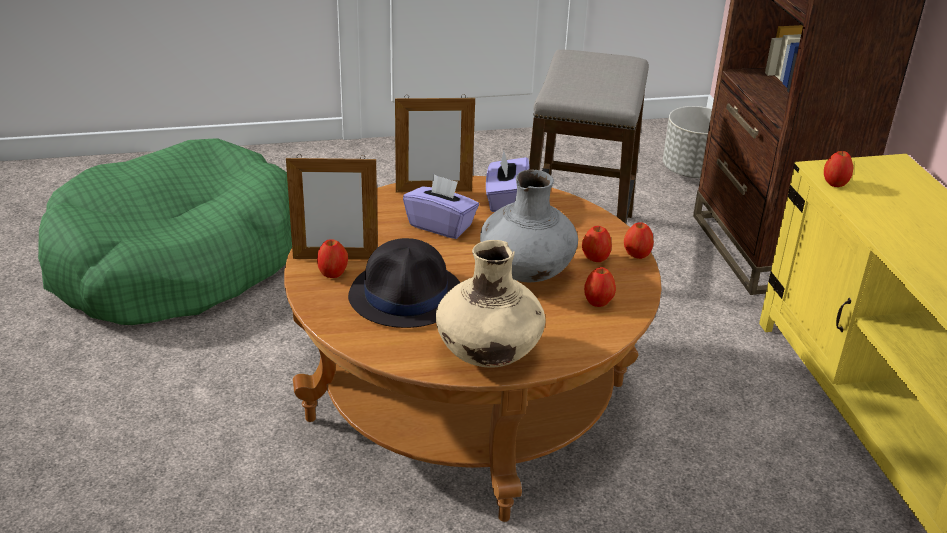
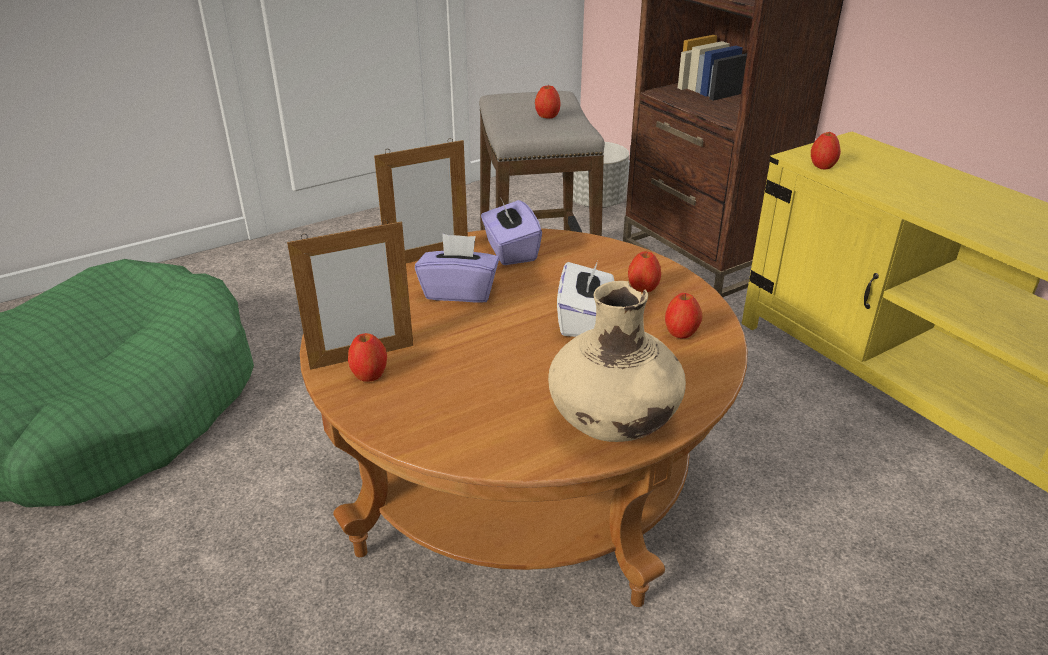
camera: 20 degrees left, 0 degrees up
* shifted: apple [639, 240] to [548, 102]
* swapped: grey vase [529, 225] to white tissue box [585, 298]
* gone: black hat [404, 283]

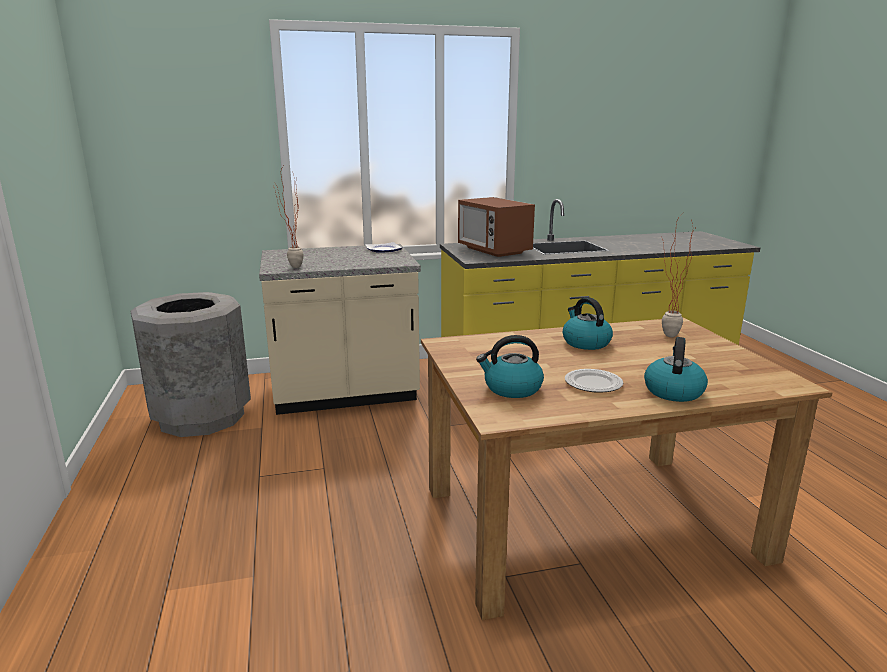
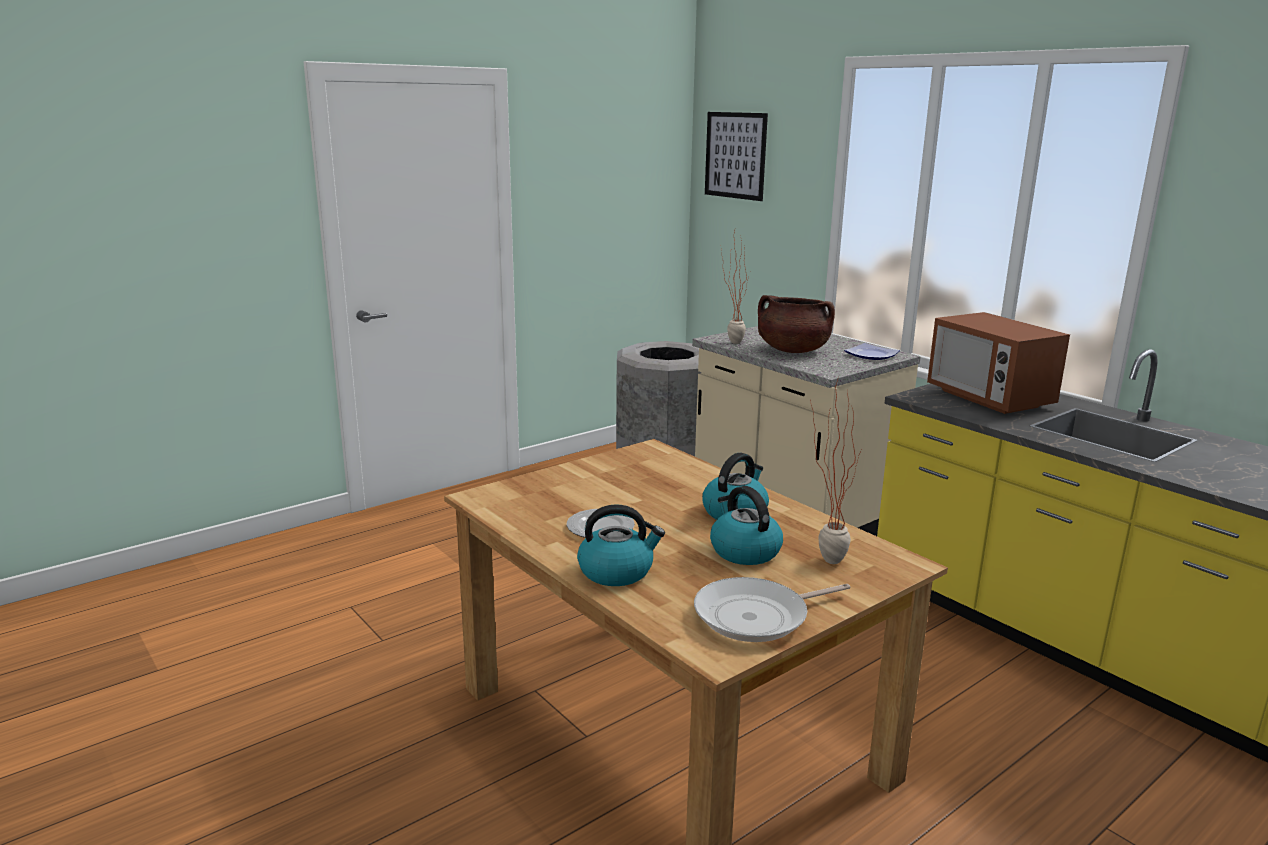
camera: 65 degrees right, 0 degrees up
* new: frying pan [772, 609]
* new: picture [736, 156]
* shifted: kettle [510, 366] to [746, 525]
* new: brown cooking pot [796, 324]
* rotated: microwave [496, 227] = [998, 363] 60 degrees counterclockwise

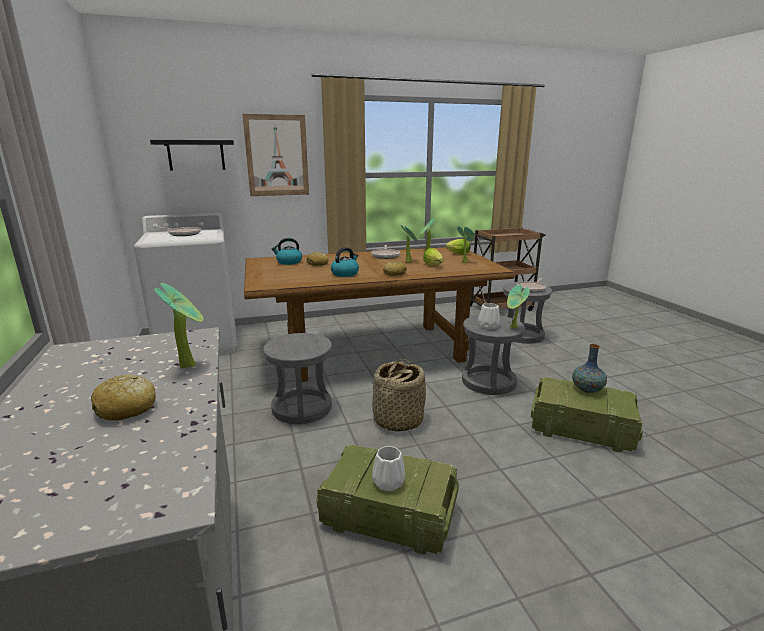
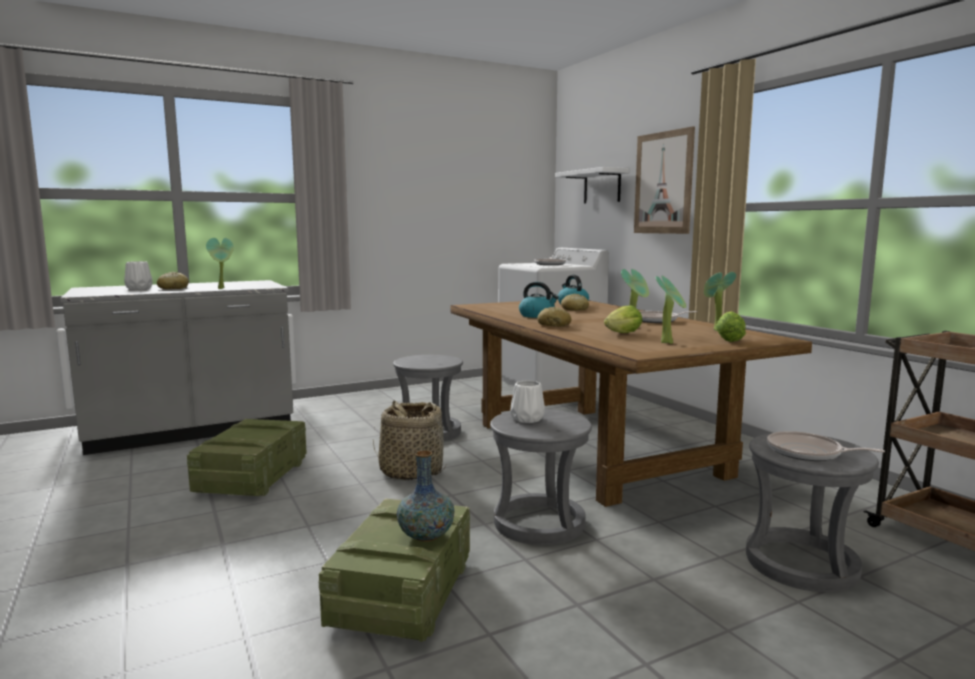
camera: 80 degrees right, 10 degrees down
* shifted: white vase [388, 468] to [138, 275]
* repainted: black shelf [192, 155] to white shelf [592, 185]
* gone: potted plant [518, 307]

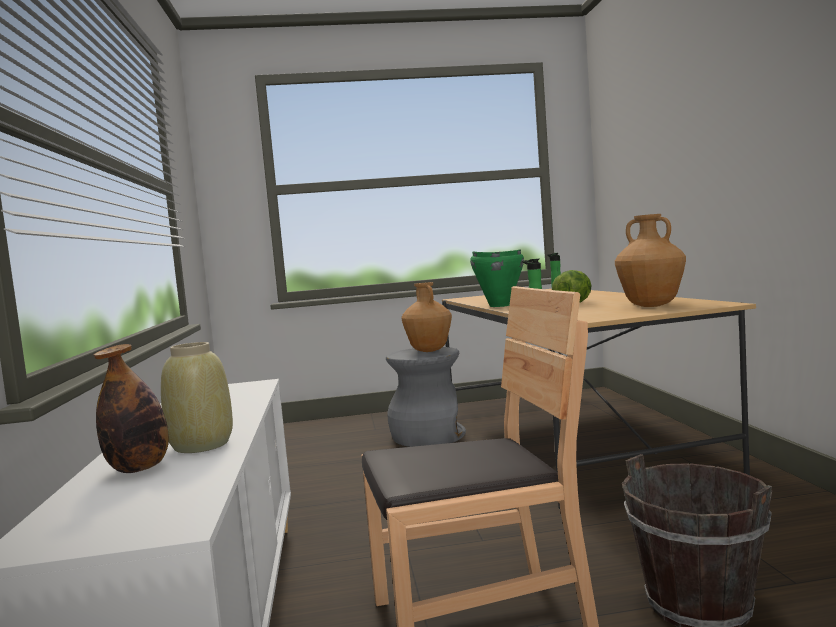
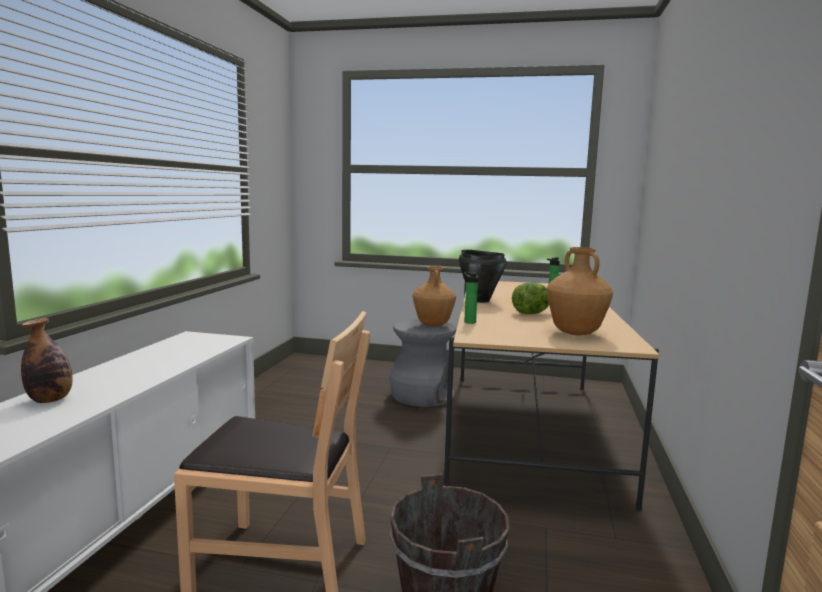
camera: 20 degrees right, 5 degrees up
* repainted: green cooking pot [497, 278] to black cooking pot [482, 276]
* gone: beige vase [197, 397]

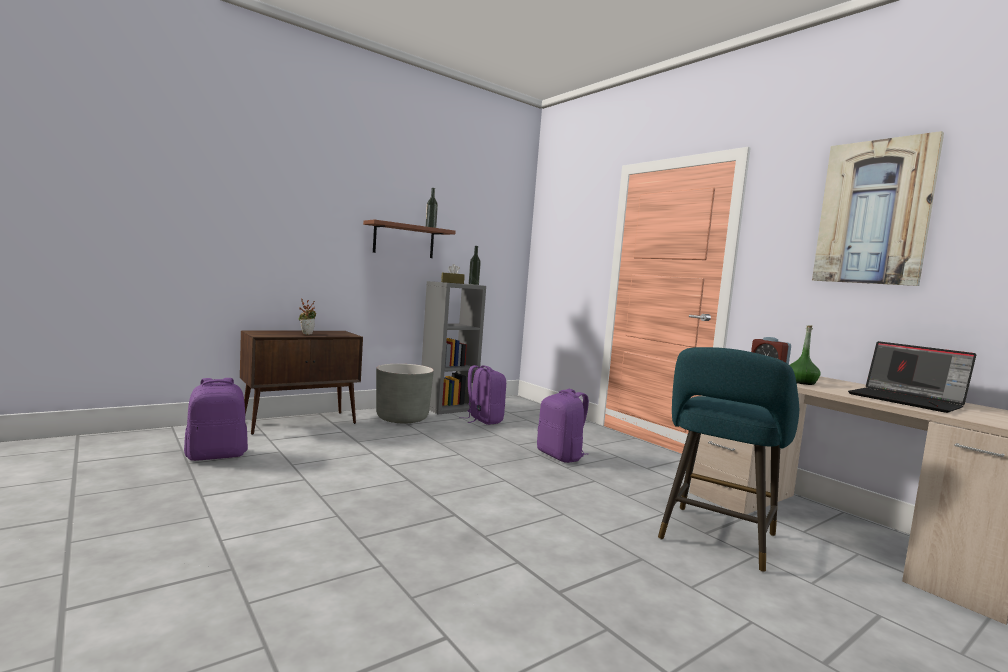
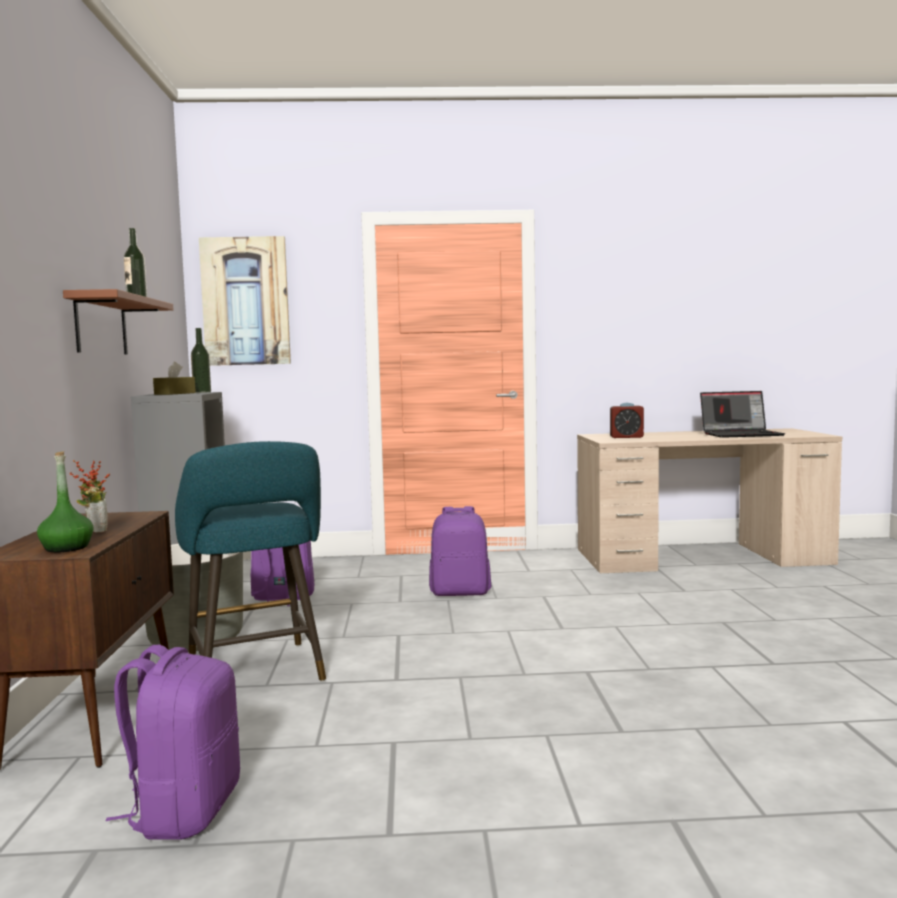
camera: 55 degrees left, 0 degrees up
* shifted: green bottle [805, 355] to [65, 502]
* shifted: turquoise stool [728, 459] to [250, 561]
* shifted: picture [878, 208] to [245, 301]

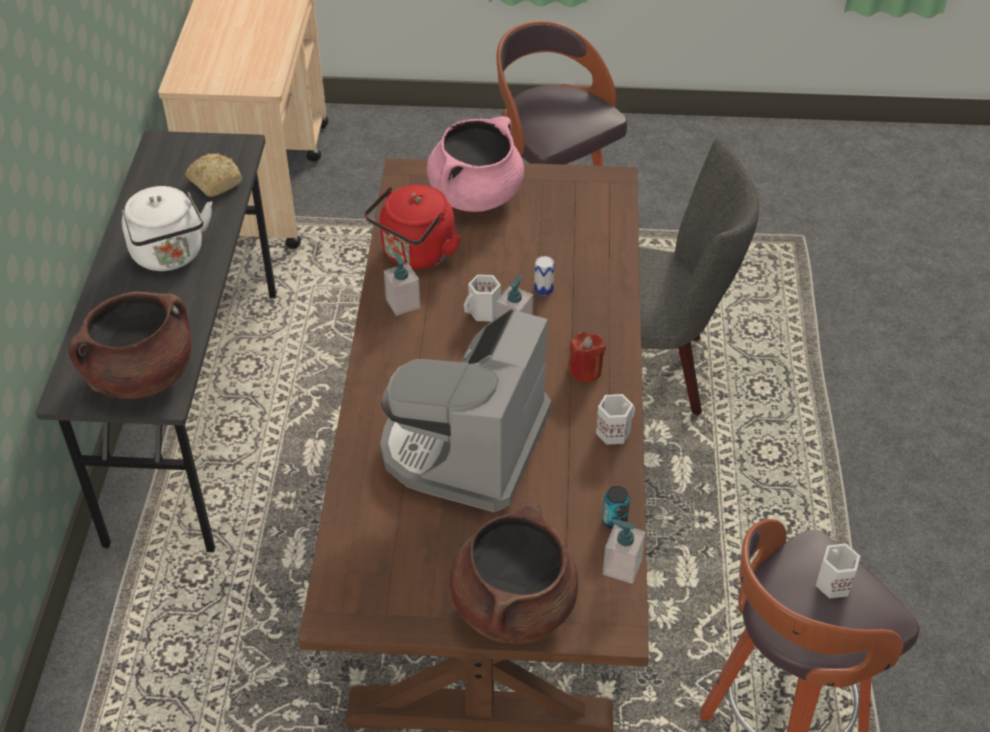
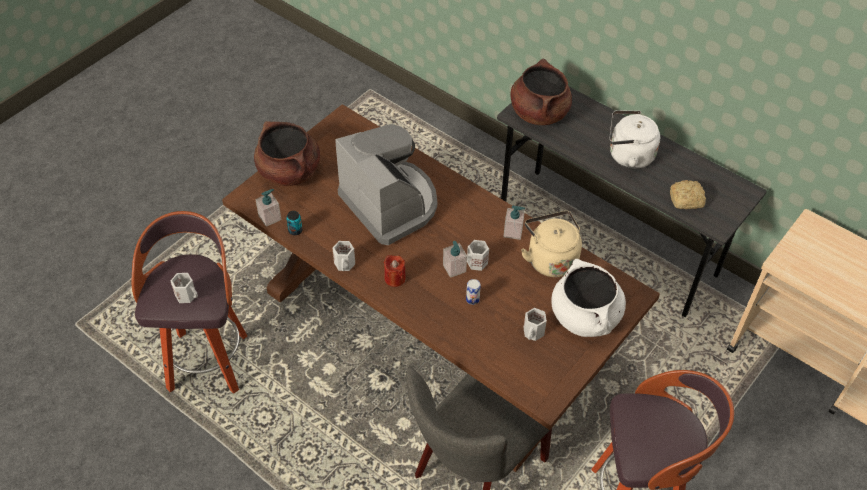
camera: 125 degrees right, 5 degrees up
* repainted: red kettle [413, 227] to beige kettle [551, 244]
* new: white mug [535, 324]
* repainted: pink cooking pot [475, 164] to white cooking pot [588, 298]

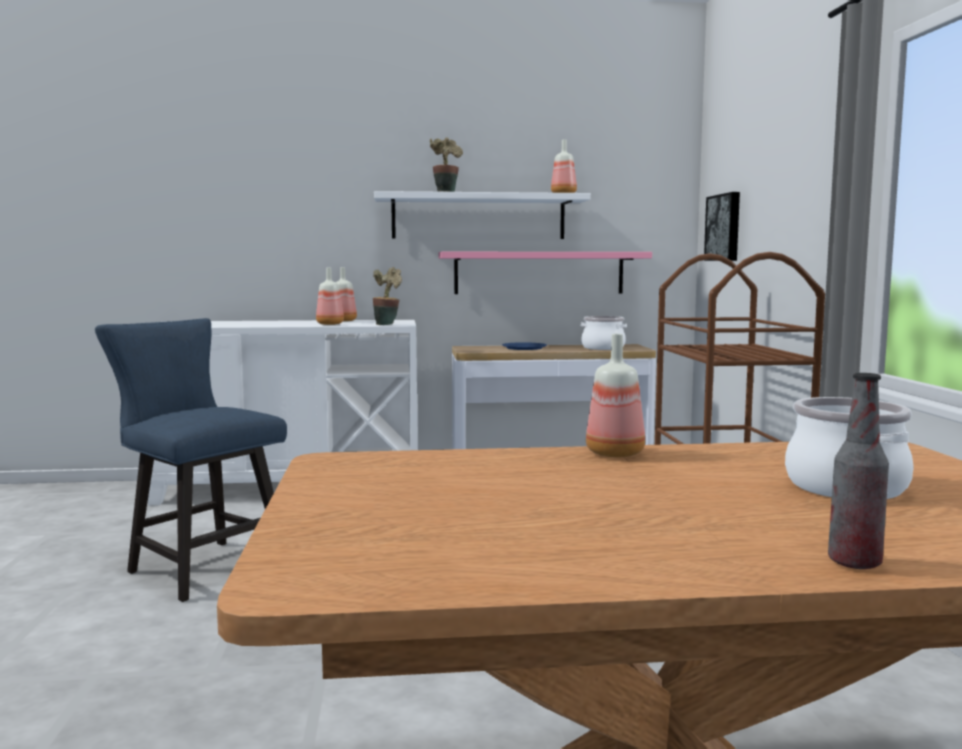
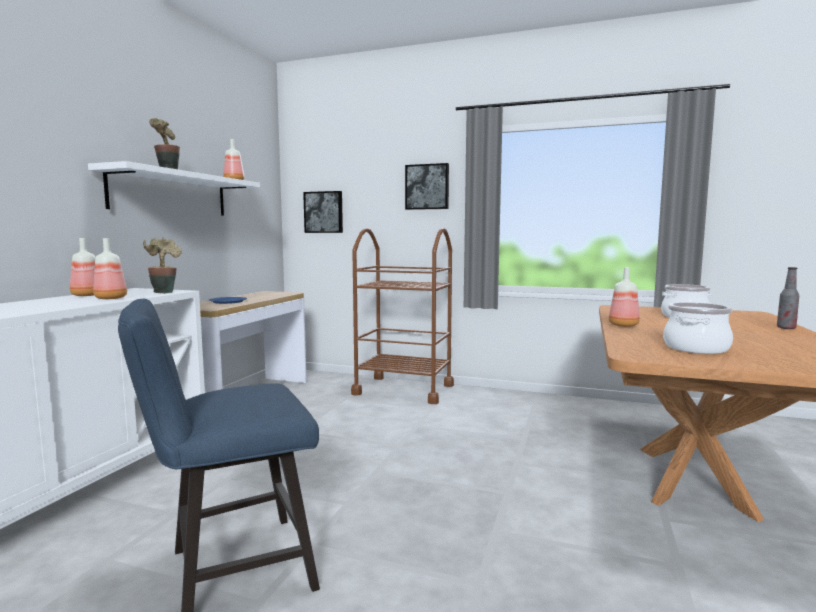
camera: 65 degrees left, 0 degrees up
* new: picture [427, 186]
* shifted: cooking pot [604, 333] to [698, 328]
* gone: pink shelf [545, 273]

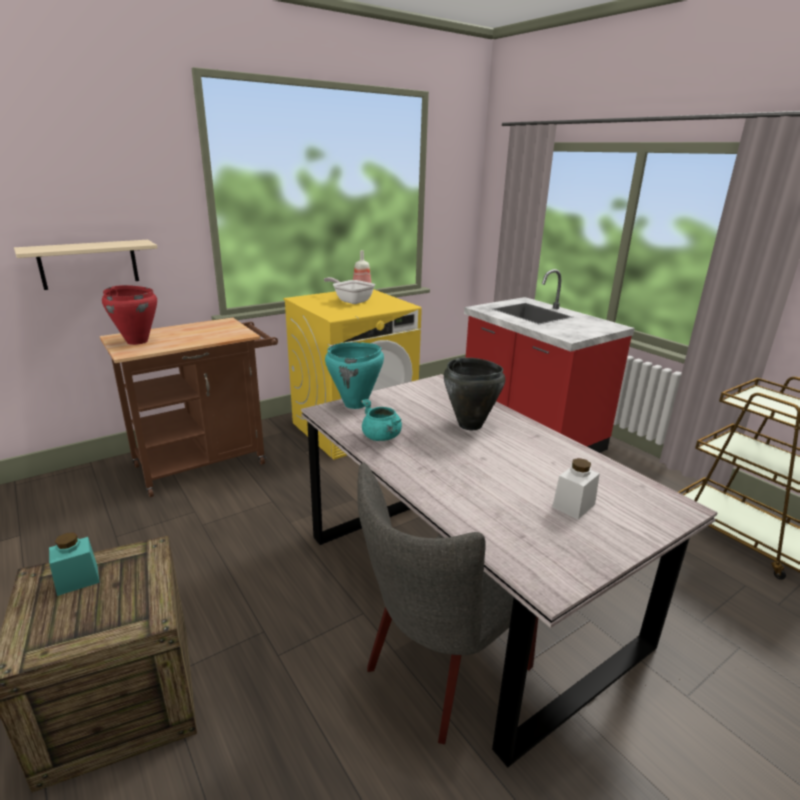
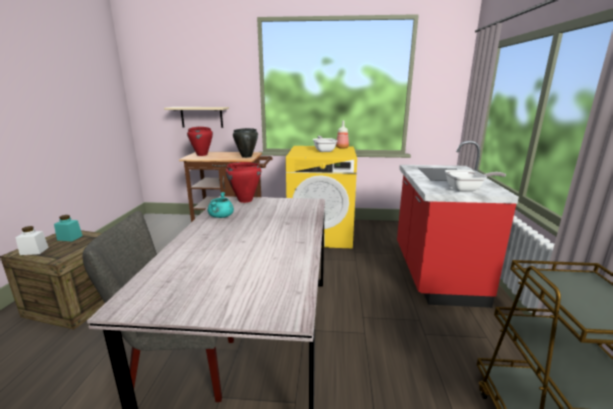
camera: 40 degrees right, 5 degrees down
* shifted: white jar [576, 488] to [32, 240]
* repainted: turquoise cooking pot [354, 375] to red cooking pot [243, 182]
* shifted: black cooking pot [474, 394] to [245, 143]
* new: frying pan [475, 181]

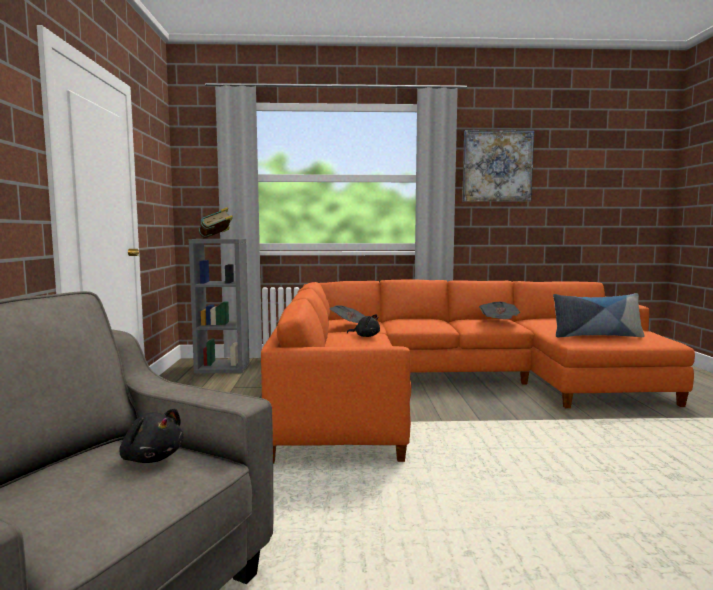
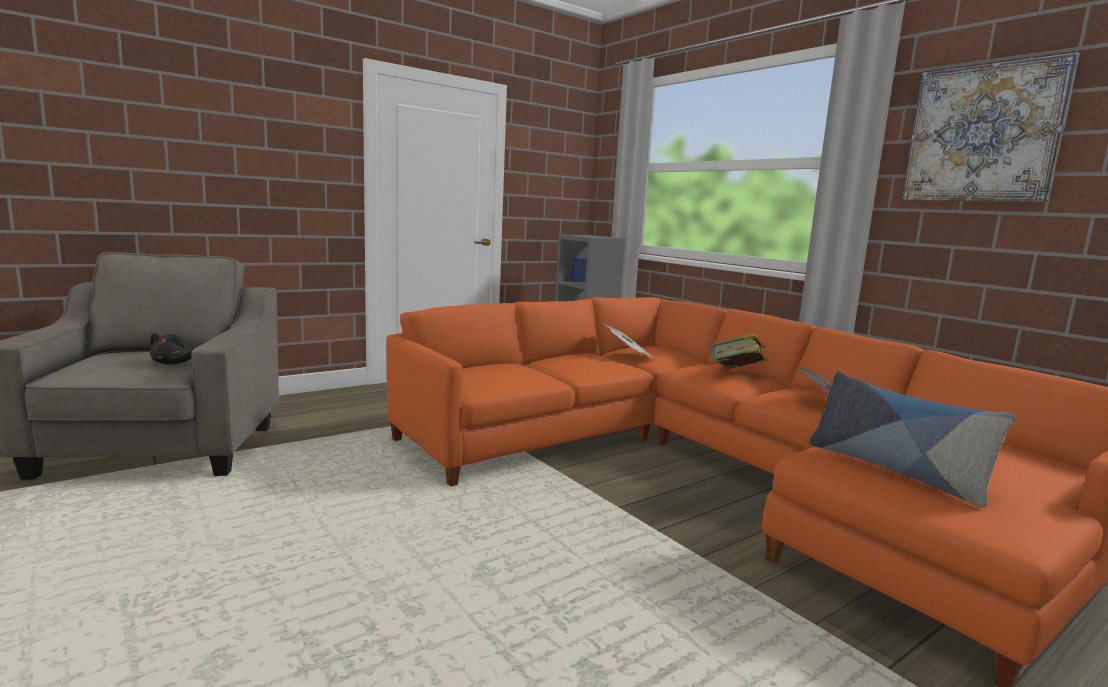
camera: 55 degrees right, 5 degrees up
* shifted: book [216, 223] to [739, 351]
* gone: black plush toy [363, 325]

